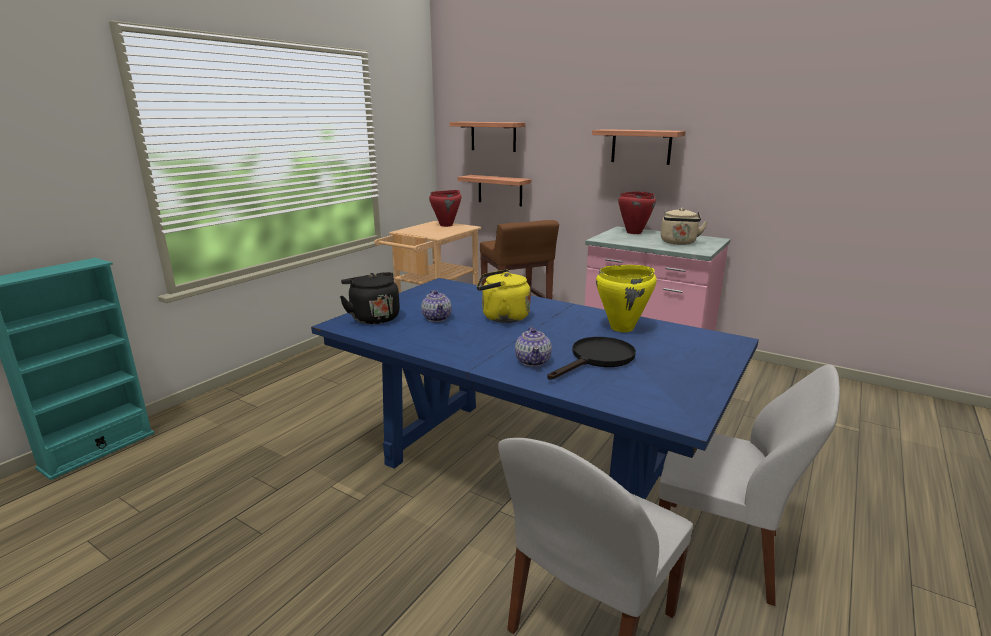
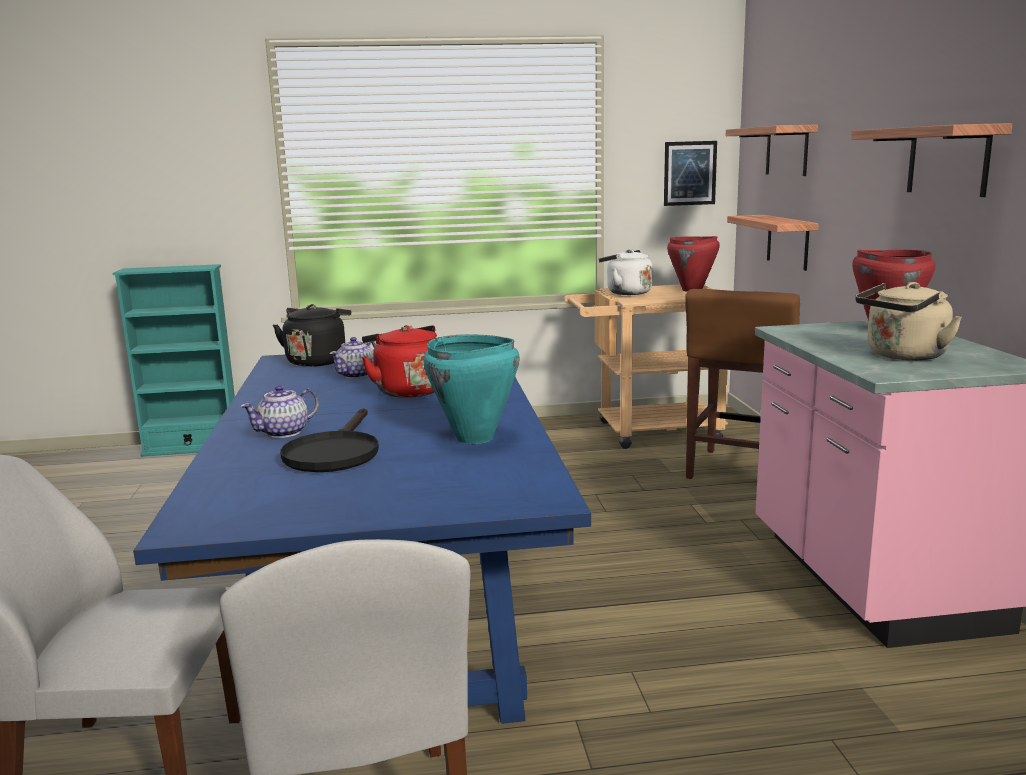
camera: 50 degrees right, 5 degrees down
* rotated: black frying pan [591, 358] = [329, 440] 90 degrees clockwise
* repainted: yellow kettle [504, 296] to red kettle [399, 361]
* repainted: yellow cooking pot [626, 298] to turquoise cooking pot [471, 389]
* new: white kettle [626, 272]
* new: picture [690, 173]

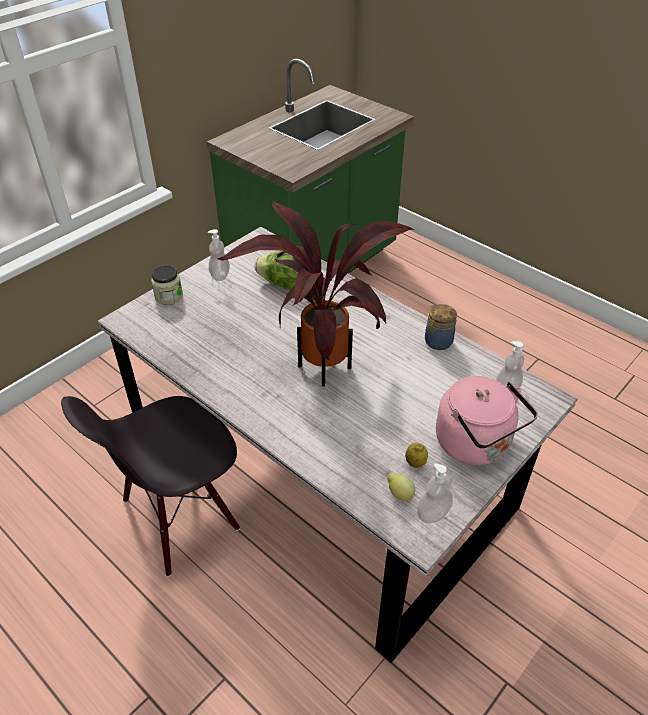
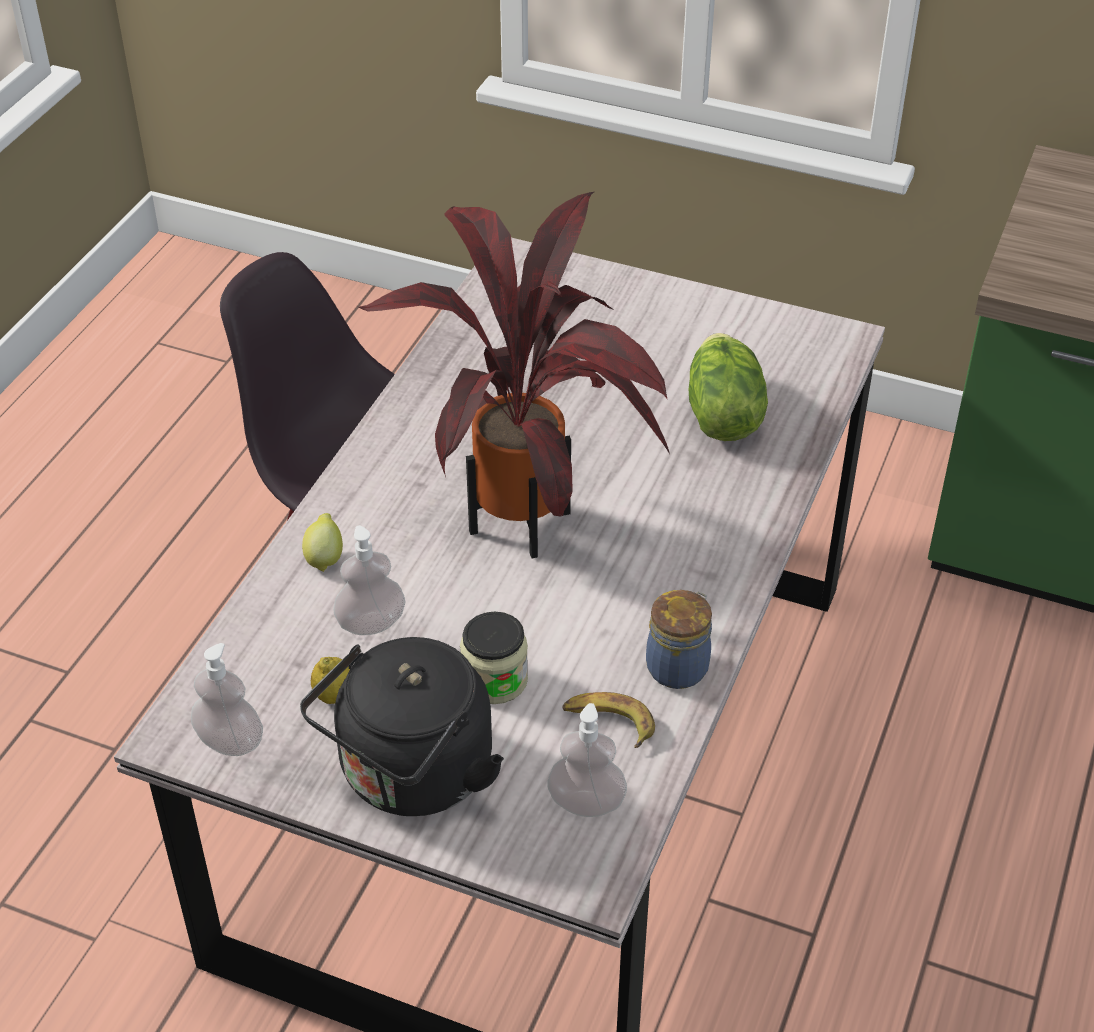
camera: 70 degrees right, 0 degrees up
* repainted: pink kettle [487, 420] to black kettle [402, 726]
* shifted: lemon [401, 487] to [322, 542]
* shifted: soap dispenser [219, 255] to [369, 580]
* shifted: jar [167, 285] to [494, 657]
* new: banana [608, 720]

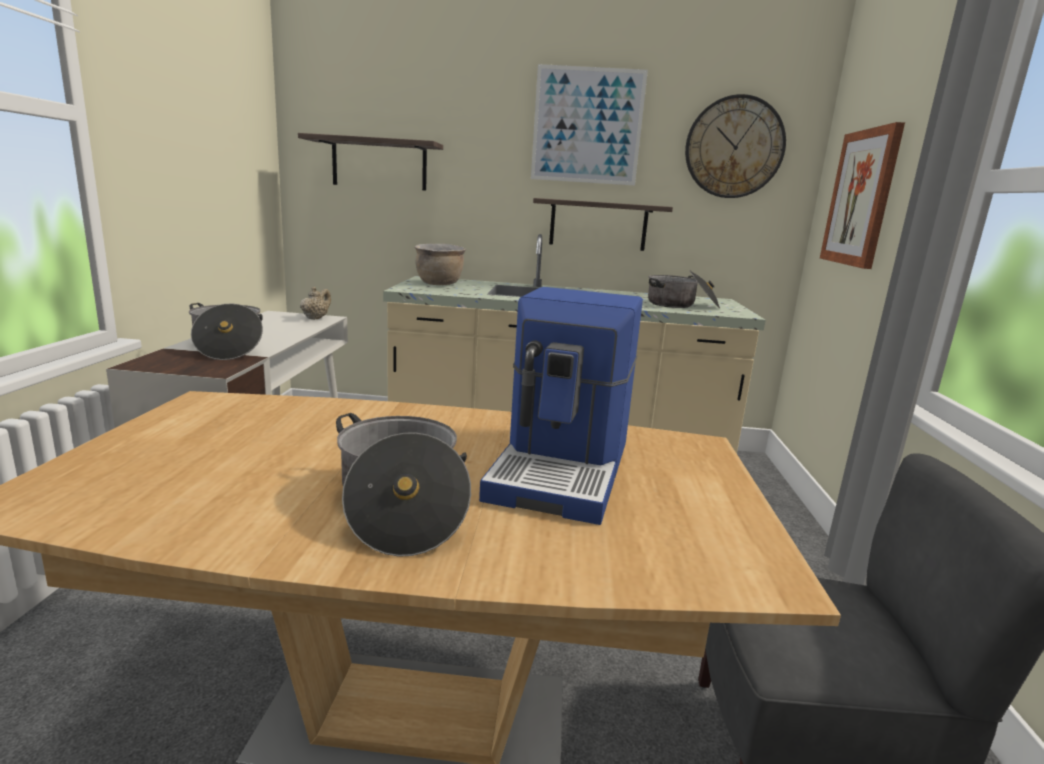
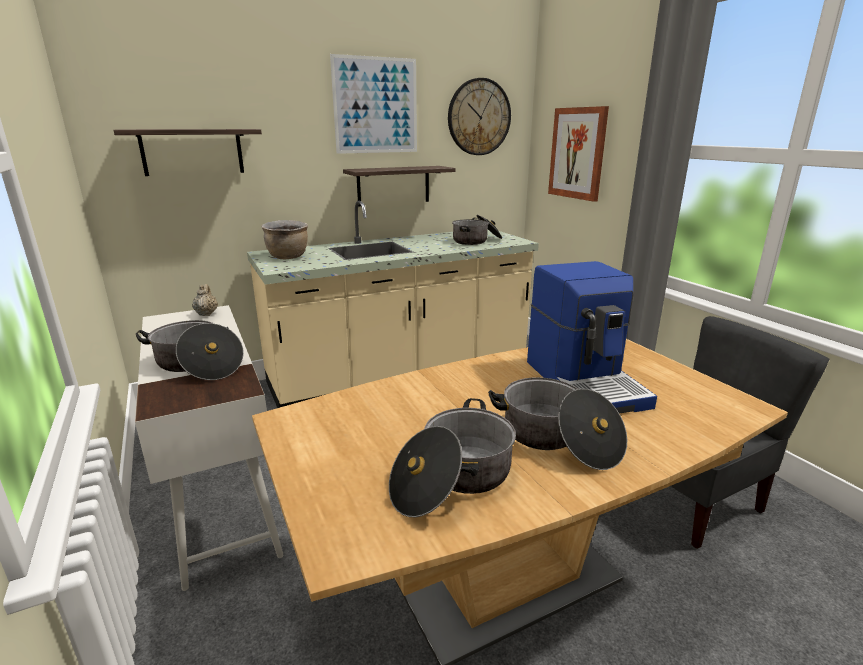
camera: 30 degrees left, 5 degrees up
* new: cooking pot [452, 457]

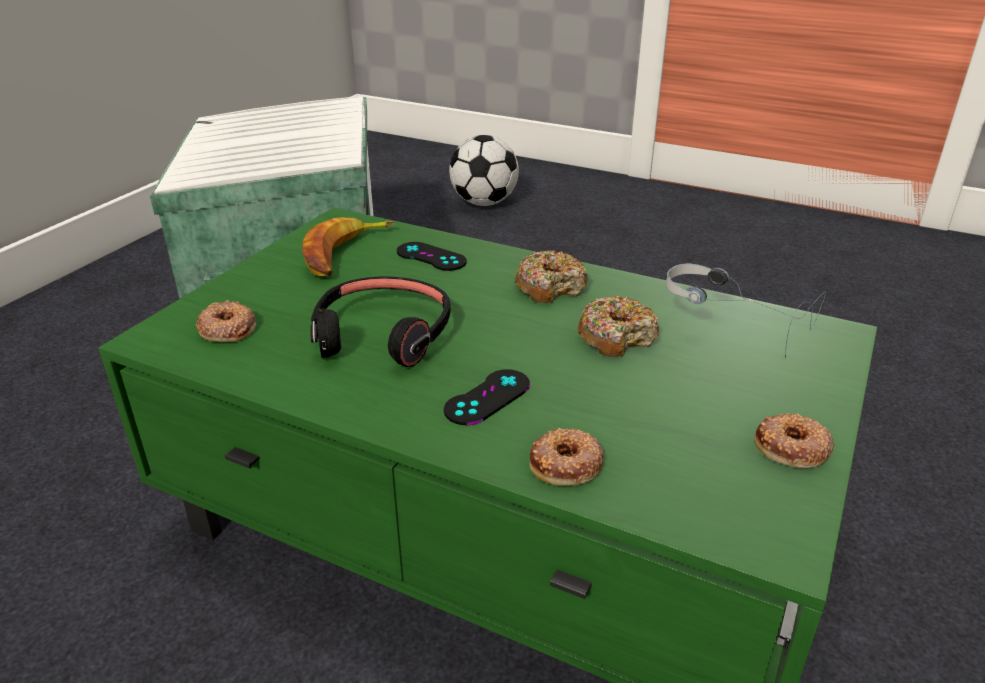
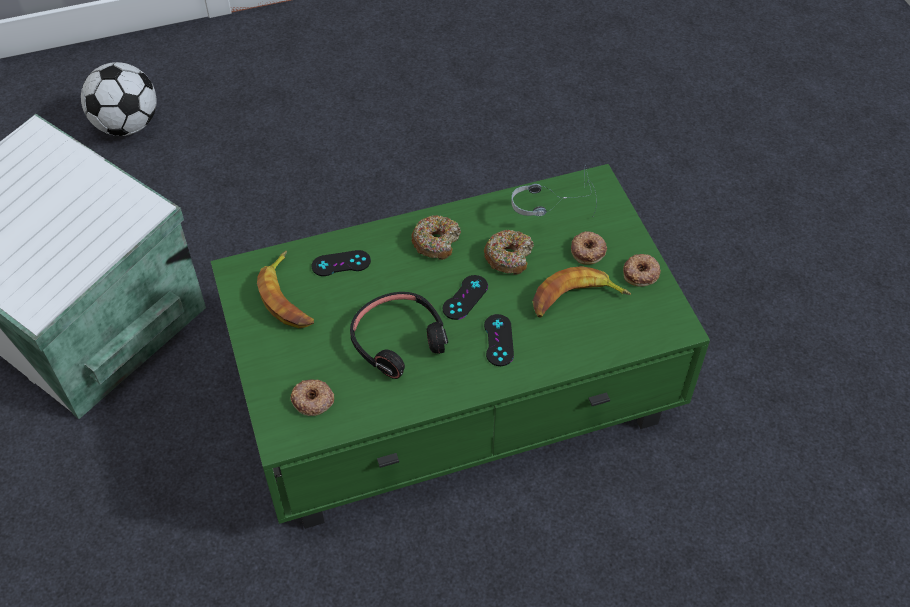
camera: 45 degrees left, 20 degrees up
* new: black game controller [465, 297]
* new: banana [581, 291]
* shifted: donut [567, 457] to [589, 248]

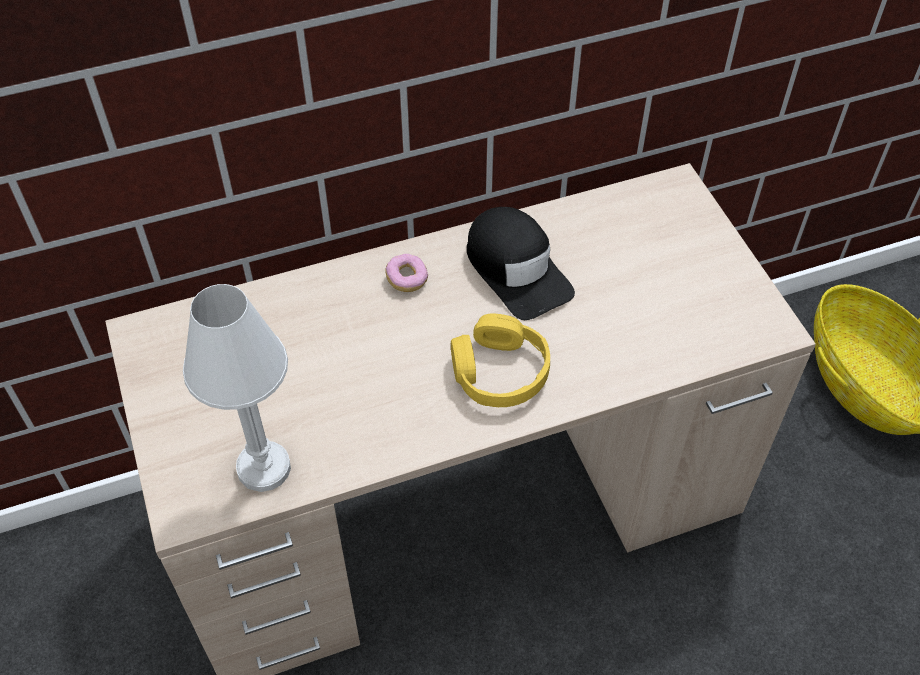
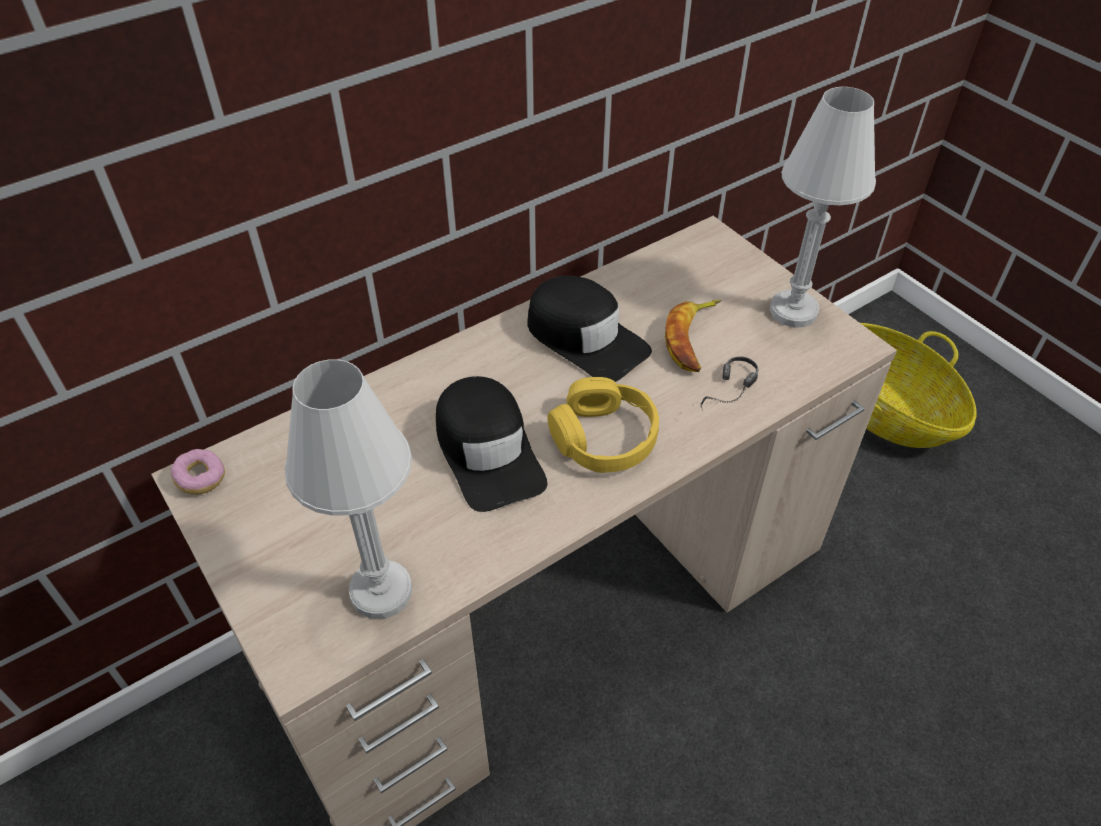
camera: 15 degrees left, 5 degrees down
* shifted: donut [406, 273] to [197, 472]
* new: black cap [491, 444]
* new: banana [693, 336]
* new: headphones [729, 382]
* new: white table lamp [823, 207]

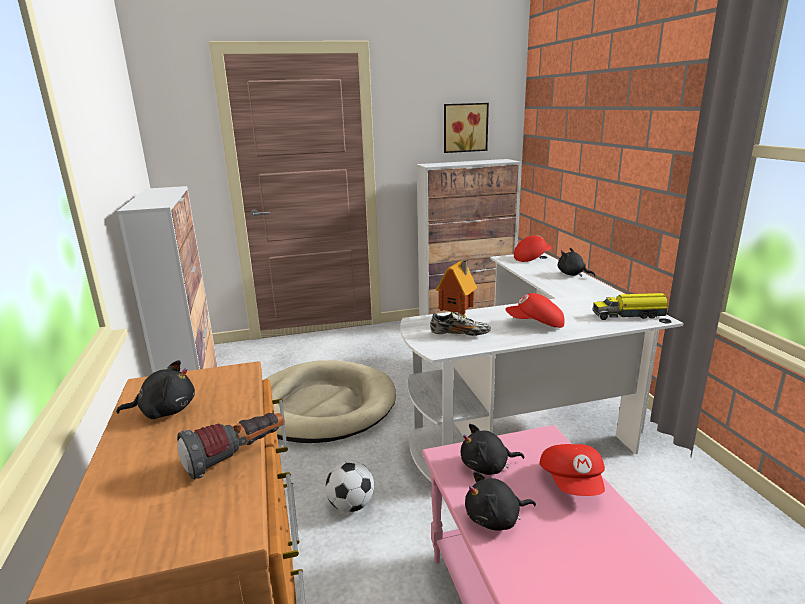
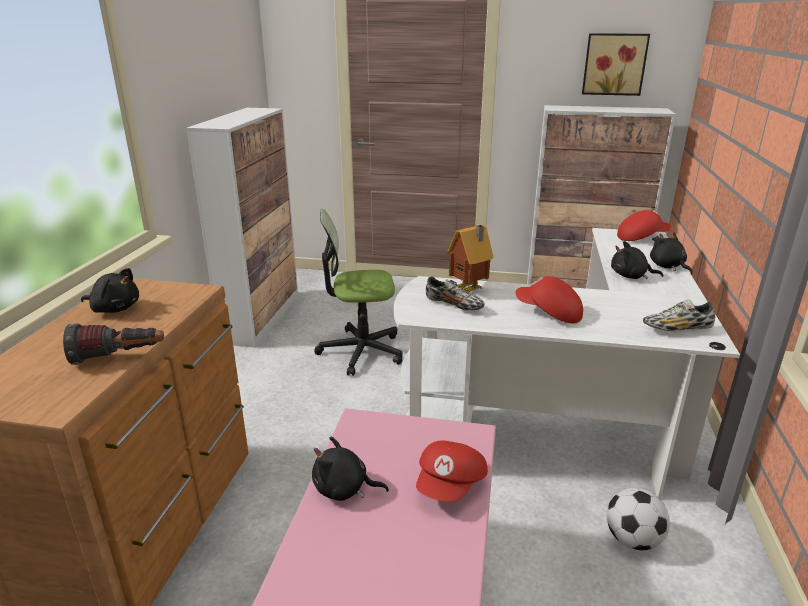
camera: 25 degrees right, 5 degrees up
* swapped: beige dog bed [331, 401] to office chair [359, 292]
* shifted: football [349, 486] to [638, 519]
* shifted: black plush toy [493, 449] to [637, 260]
* swapped: toy truck [630, 306] to shoe [679, 315]

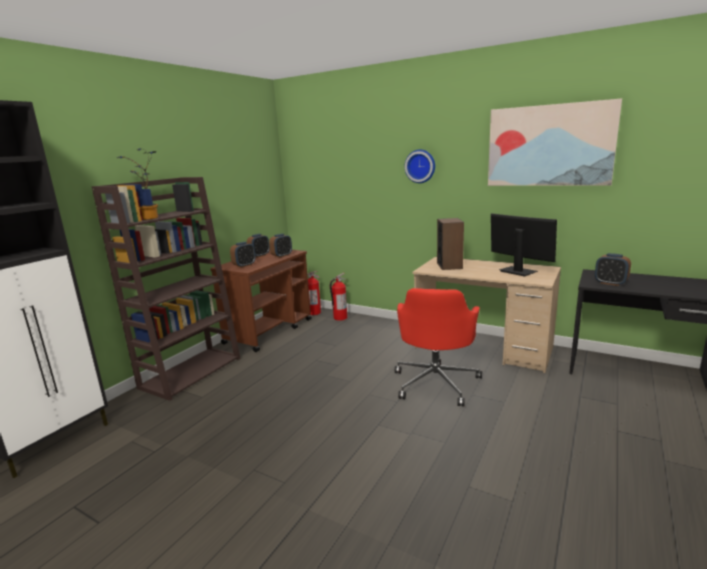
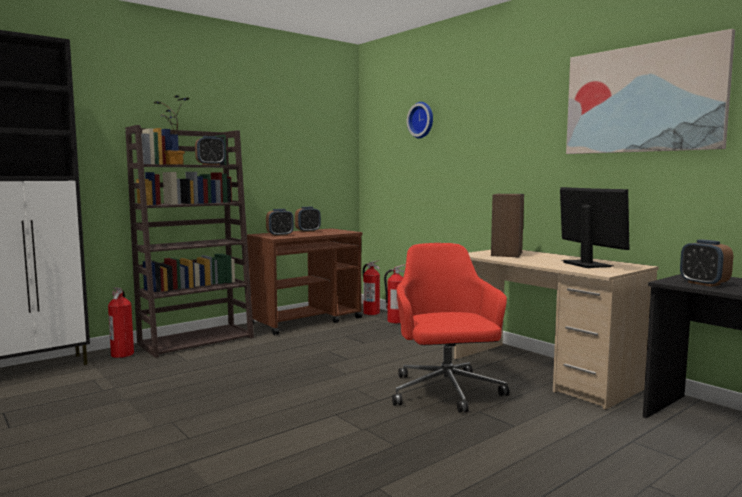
camera: 20 degrees right, 10 degrees down
* new: fire extinguisher [121, 323]
* shifted: alarm clock [280, 246] to [210, 150]
* rotated: red office chair [438, 347] = [450, 328] 135 degrees clockwise
* shifted: wall clock [420, 166] to [420, 120]

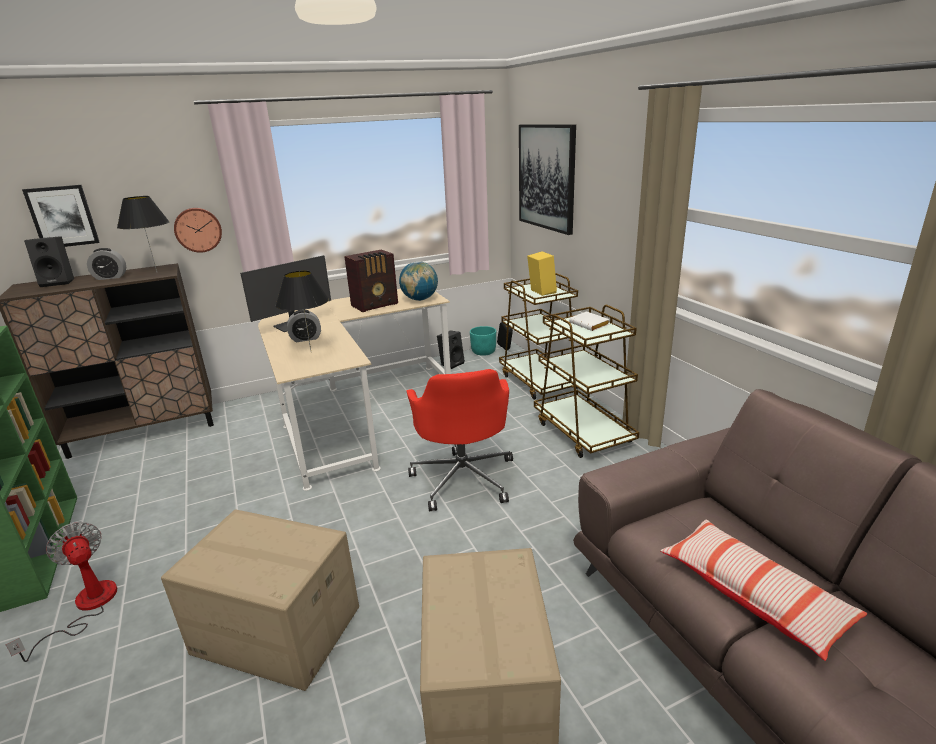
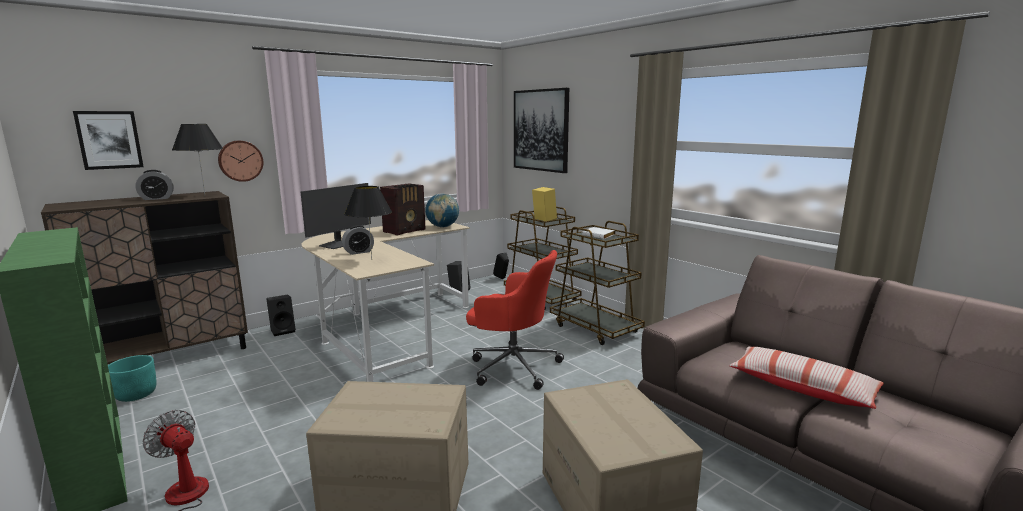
camera: 15 degrees left, 10 degrees down
* shifted: turquoise planter [483, 341] to [132, 378]
* shifted: black speaker [49, 261] to [281, 315]
* rotated: red office chair [459, 440] = [515, 320] 45 degrees counterclockwise

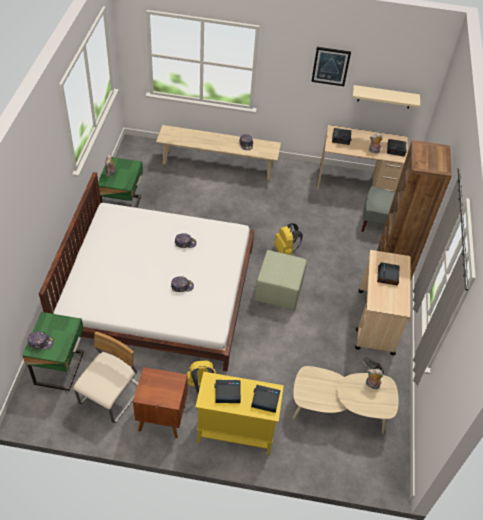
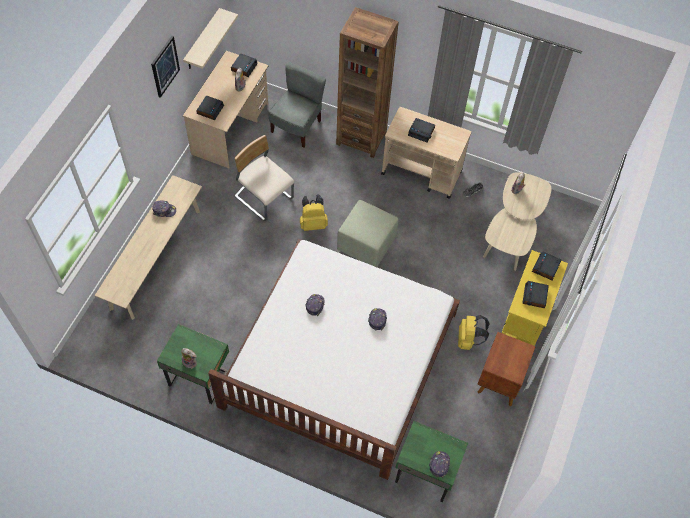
camera: 75 degrees left, 10 degrees up
* shifted: beige chair [105, 377] to [264, 178]

